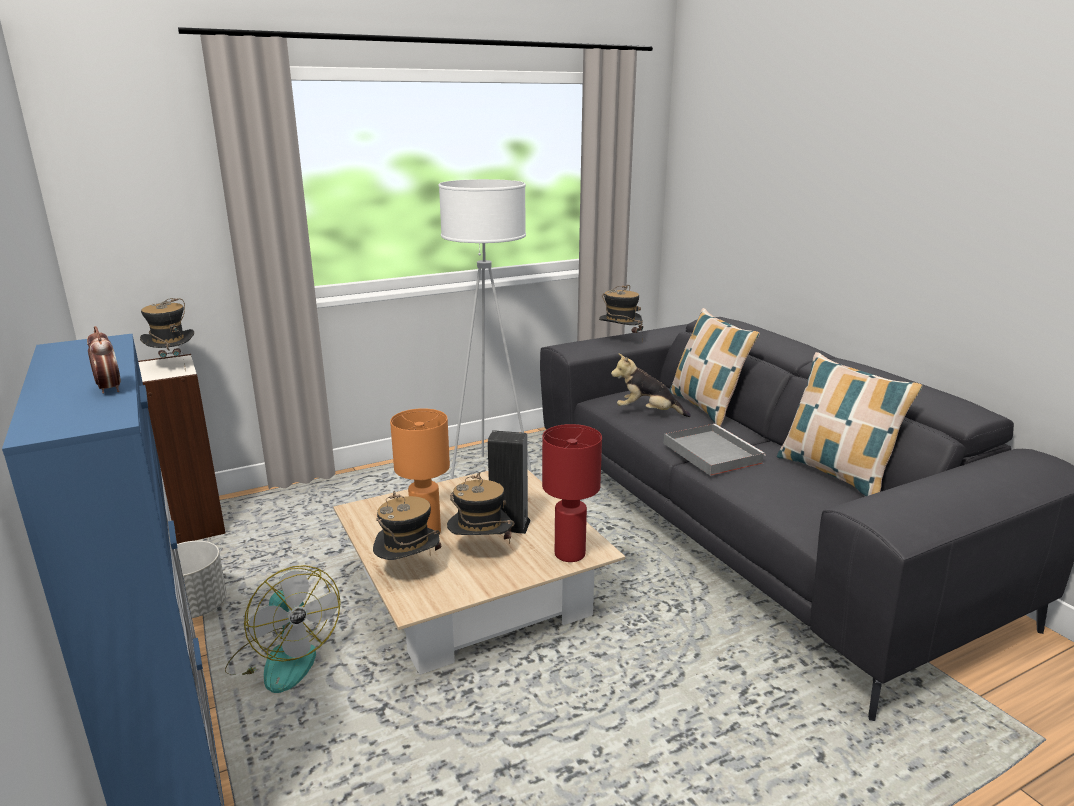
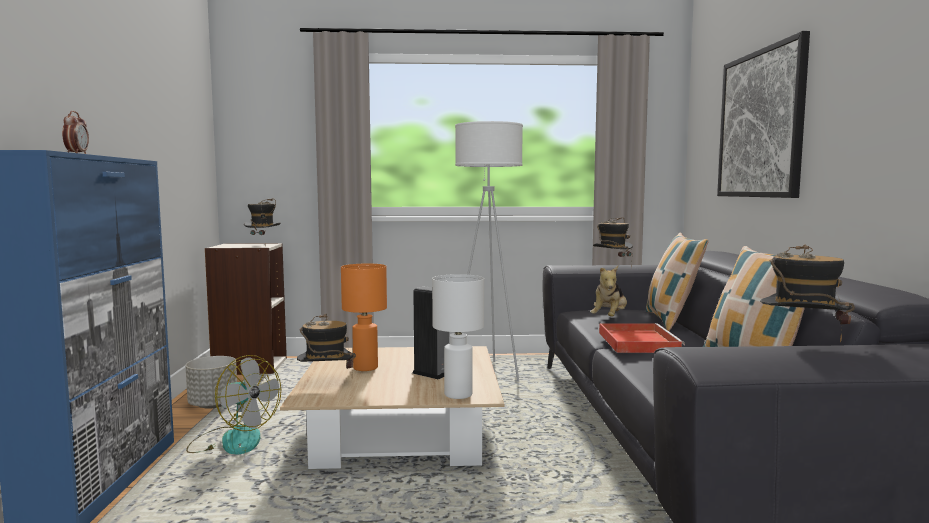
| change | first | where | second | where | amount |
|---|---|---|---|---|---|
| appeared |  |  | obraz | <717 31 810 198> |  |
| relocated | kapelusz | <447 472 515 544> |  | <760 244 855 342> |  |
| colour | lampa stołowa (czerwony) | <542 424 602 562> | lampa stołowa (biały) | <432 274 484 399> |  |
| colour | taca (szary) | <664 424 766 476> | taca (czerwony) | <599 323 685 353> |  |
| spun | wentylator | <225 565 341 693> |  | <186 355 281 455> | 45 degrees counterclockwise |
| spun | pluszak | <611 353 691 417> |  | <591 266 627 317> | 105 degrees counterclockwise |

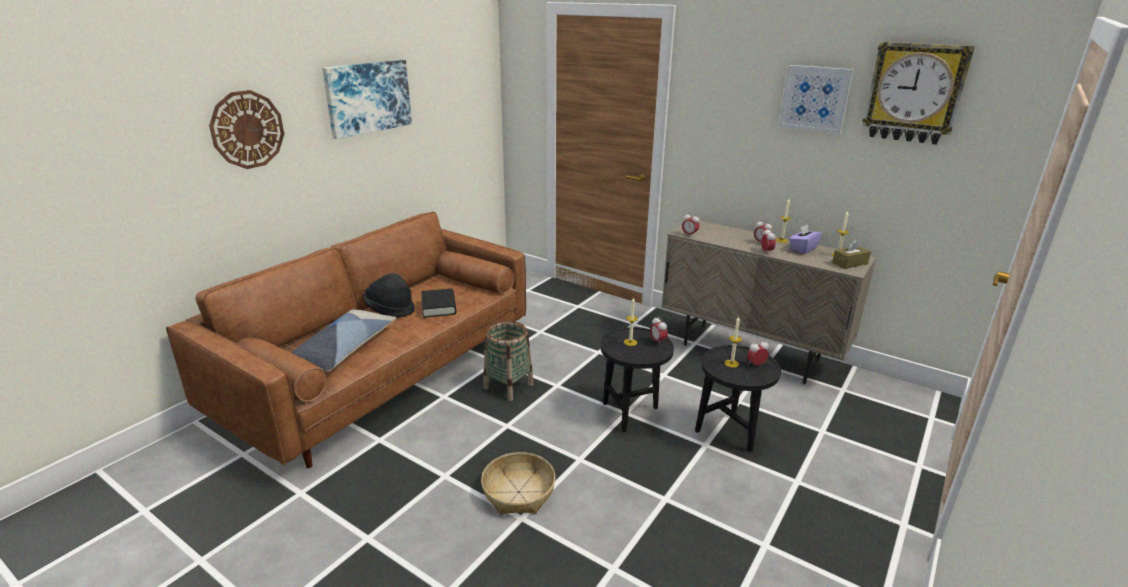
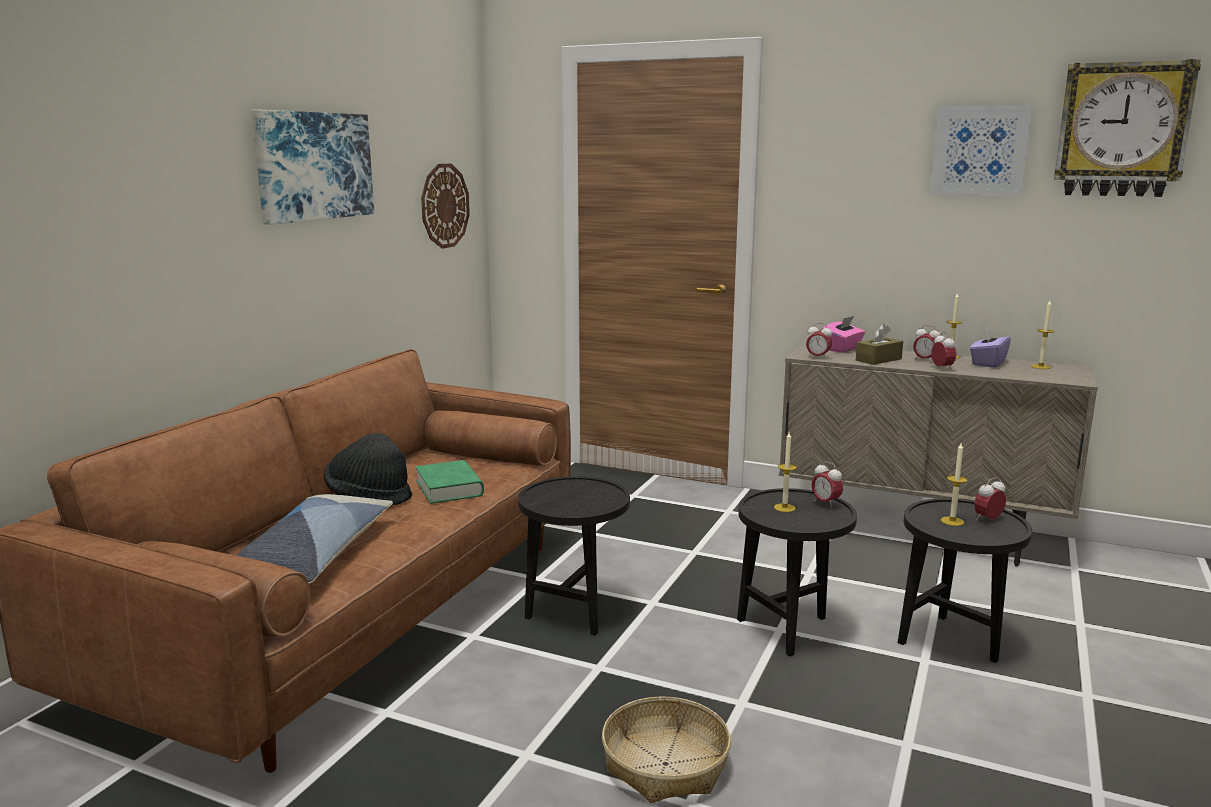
| change | first | where | second | where | amount |
|---|---|---|---|---|---|
| appeared |  |  | pudełko chusteczek (różowy) | <822 316 865 353> |  |
| relocated | zegar ścienny | <209 90 284 169> |  | <421 164 470 249> |  |
| relocated | pudełko chusteczek (brązowy) | <832 239 871 269> |  | <856 324 903 365> |  |
| exchanged | koszyk | <483 321 534 401> | stolik (czarny) | <518 476 630 636> |  |
| colour | książka (czarny) | <421 289 456 318> | książka (zielony) | <415 460 484 504> |  |

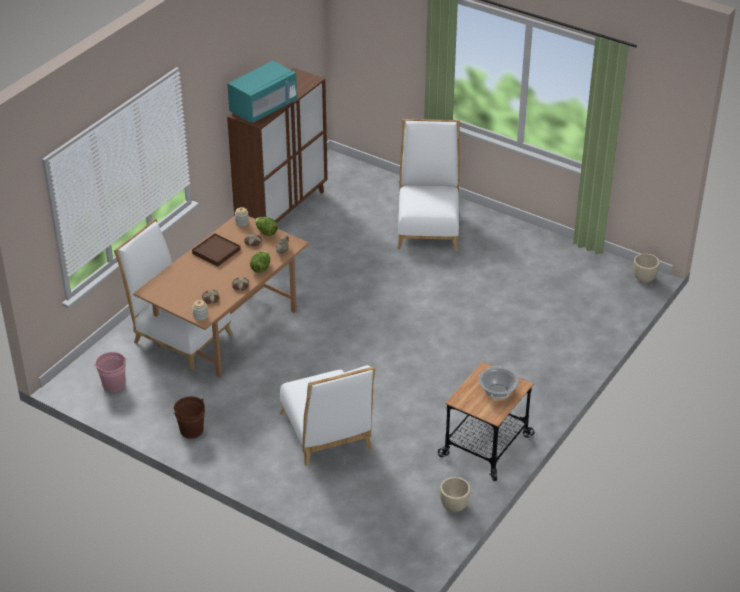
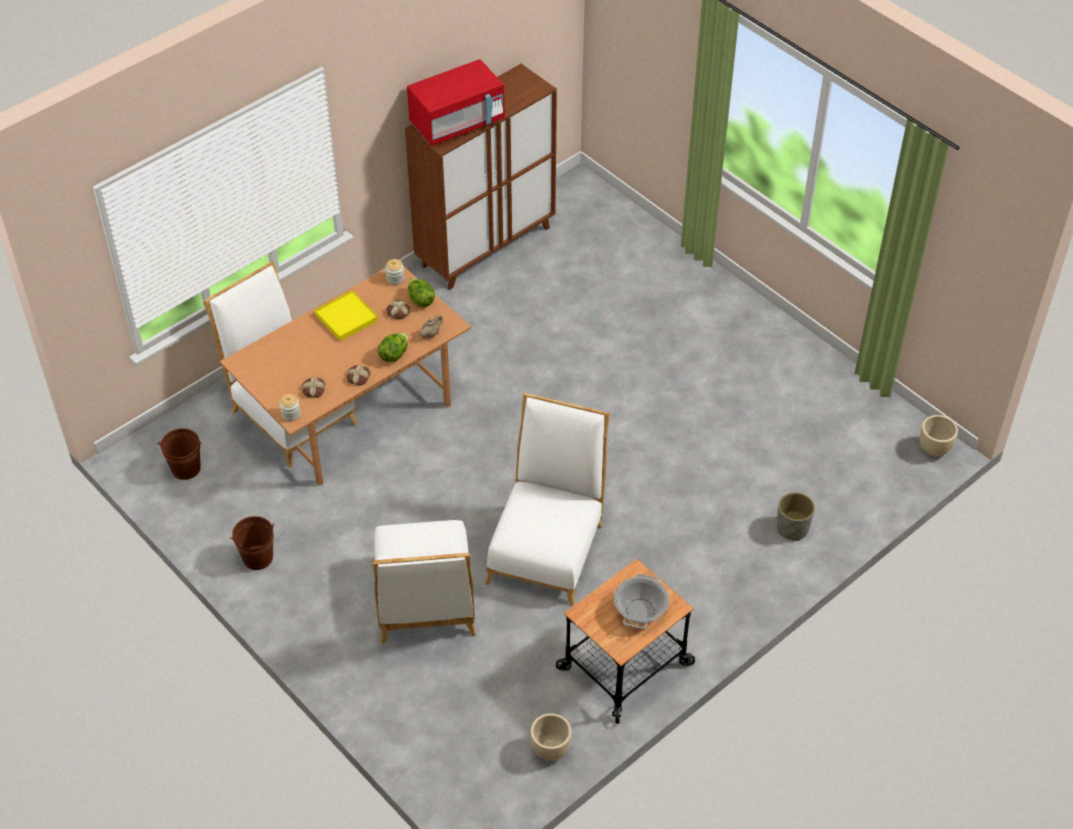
| change | first | where | second | where | amount |
|---|---|---|---|---|---|
| appeared |  |  | donica (szary) | <777 492 815 541> |  |
| relocated | krzesło (biały) | <398 119 460 251> |  | <485 393 610 606> |  |
| colour | wiadro (różowy) | <94 352 128 392> | wiadro (brązowy) | <157 428 202 480> |  |
| colour | taca (brązowy) | <192 233 241 266> | taca (żółty) | <314 290 378 341> |  |
| colour | mikrofalówka (turkusowy) | <227 61 297 123> | mikrofalówka (czerwony) | <407 59 505 146> |  |

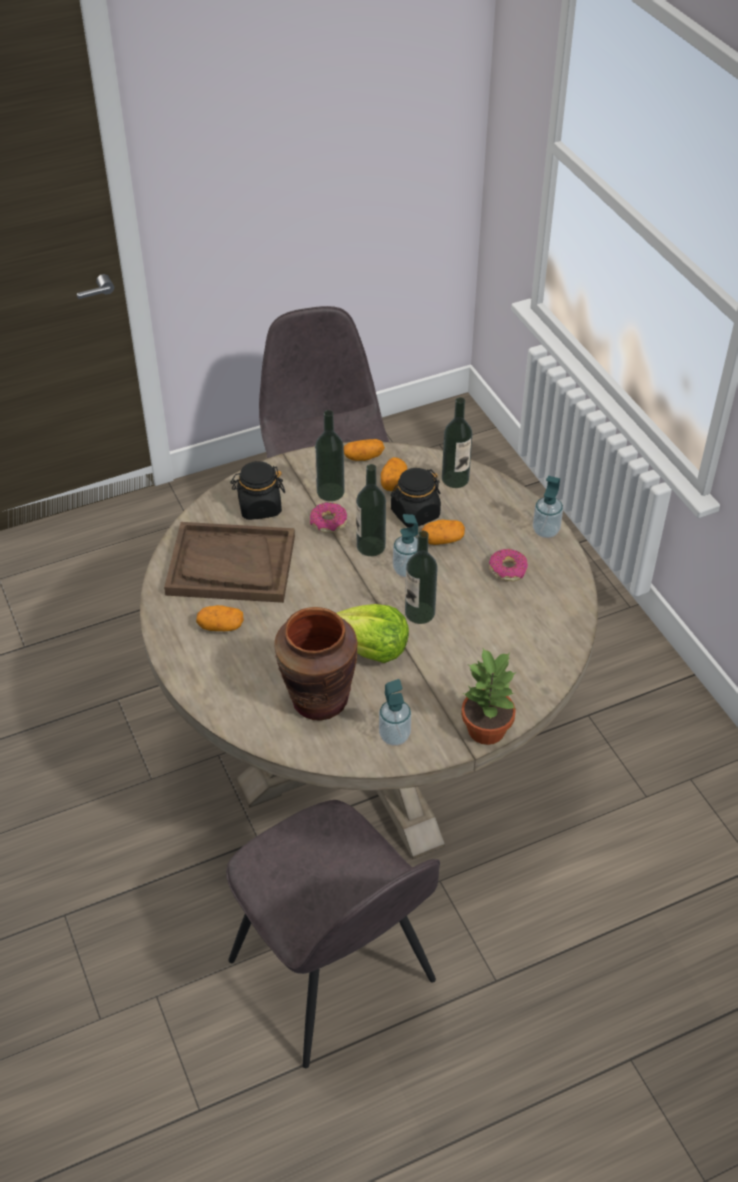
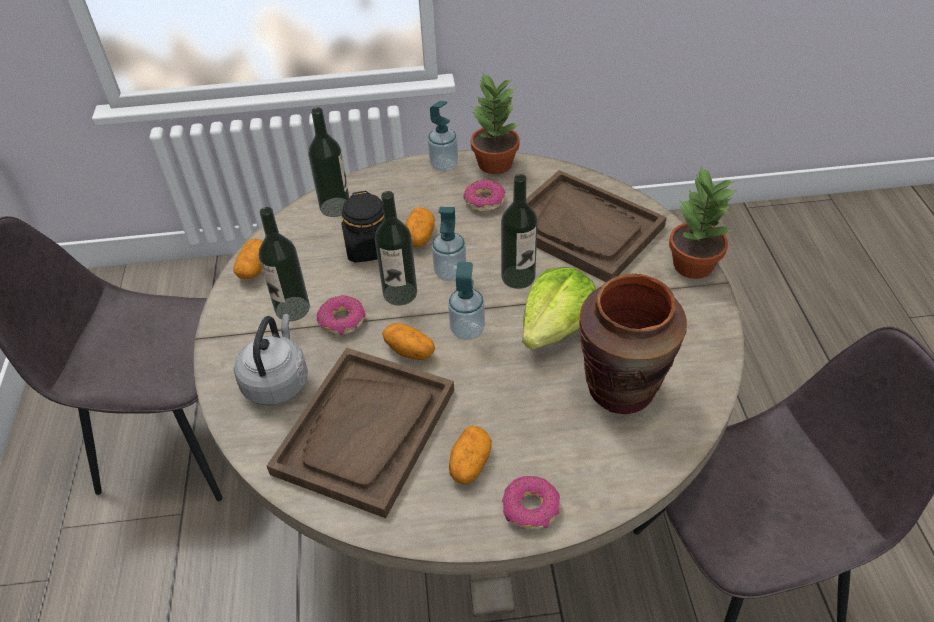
| change | first | where | second | where | amount |
|---|---|---|---|---|---|
| appeared |  |  | roślina doniczkowa | <471 73 520 174> |  |
| appeared |  |  | donut | <502 476 560 530> |  |
| appeared |  |  | taca (brązowy) | <526 170 667 282> |  |
| relocated | dozownik mydła | <379 679 411 745> |  | <448 262 485 340> |  |
| relocated | ziemniak | <381 457 407 491> |  | <382 323 435 360> |  |
| exchanged | słoik (czarny) | <230 461 285 520> | czajnik (szary) | <234 314 308 406> |  |

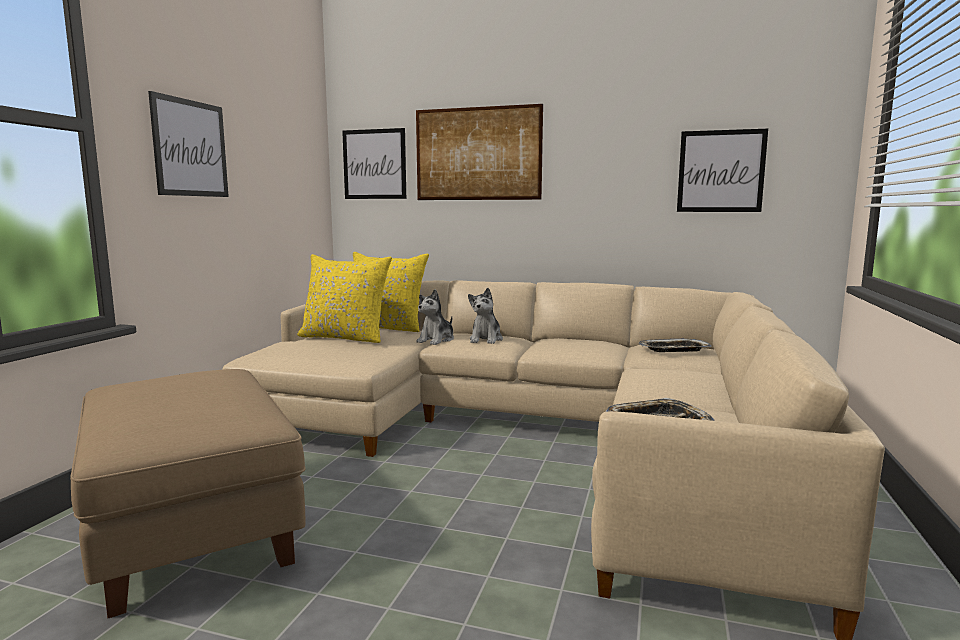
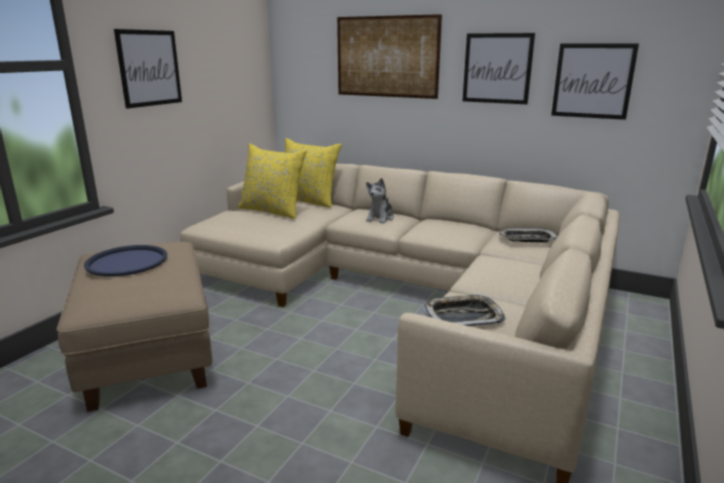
| change | first | where | second | where | amount |
|---|---|---|---|---|---|
| missing | pluszak | <416 289 454 345> |  |  |  |
| appeared |  |  | taca (niebieski) | <84 245 167 277> |  |
| relocated | obraz | <342 128 406 199> |  | <463 33 535 104> |  |

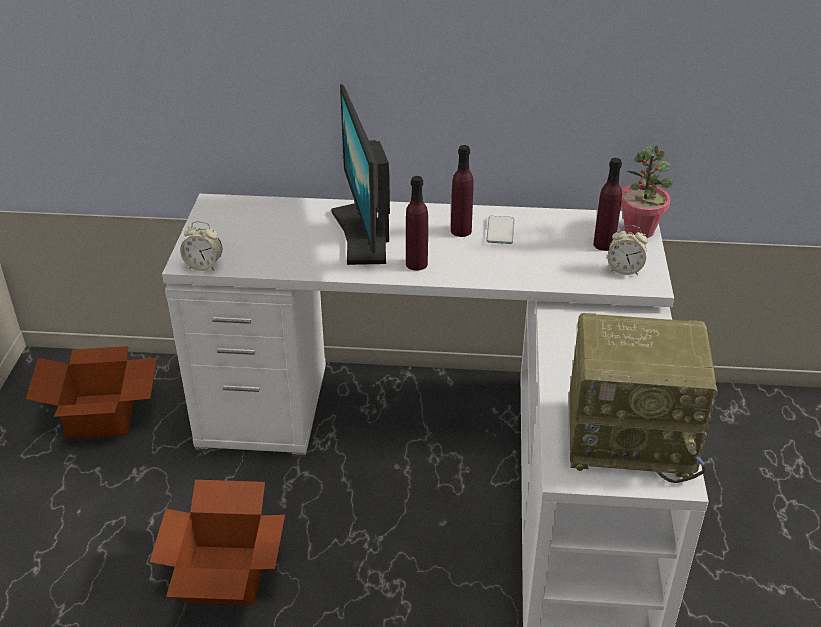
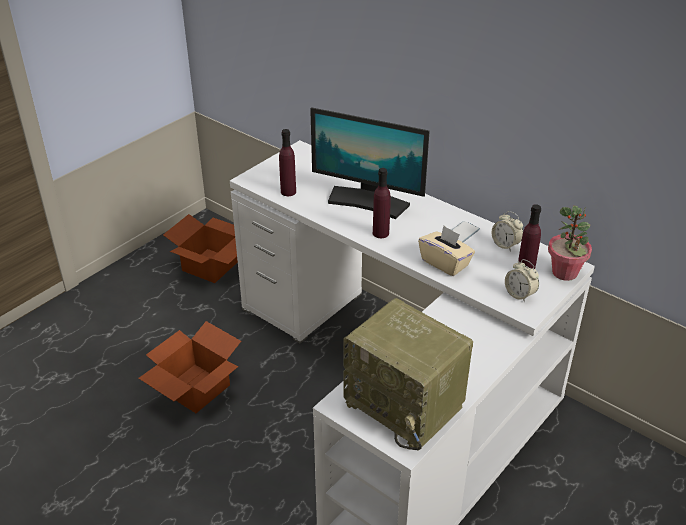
| change | first | where | second | where | amount |
|---|---|---|---|---|---|
| appeared |  |  | pudełko chusteczek (beżowy) | <418 226 475 276> |  |
| relocated | budzik | <180 221 222 271> |  | <492 211 523 252> |  |
| relocated | butelka (fioletowy) | <451 145 474 237> |  | <279 129 296 196> |  |
| spun | monitor | <331 84 390 265> |  | <310 107 430 219> | 90 degrees counterclockwise |

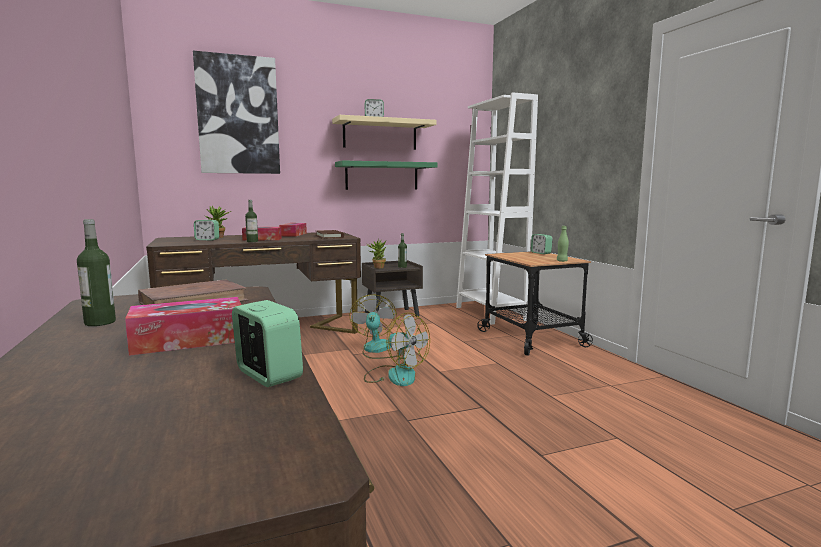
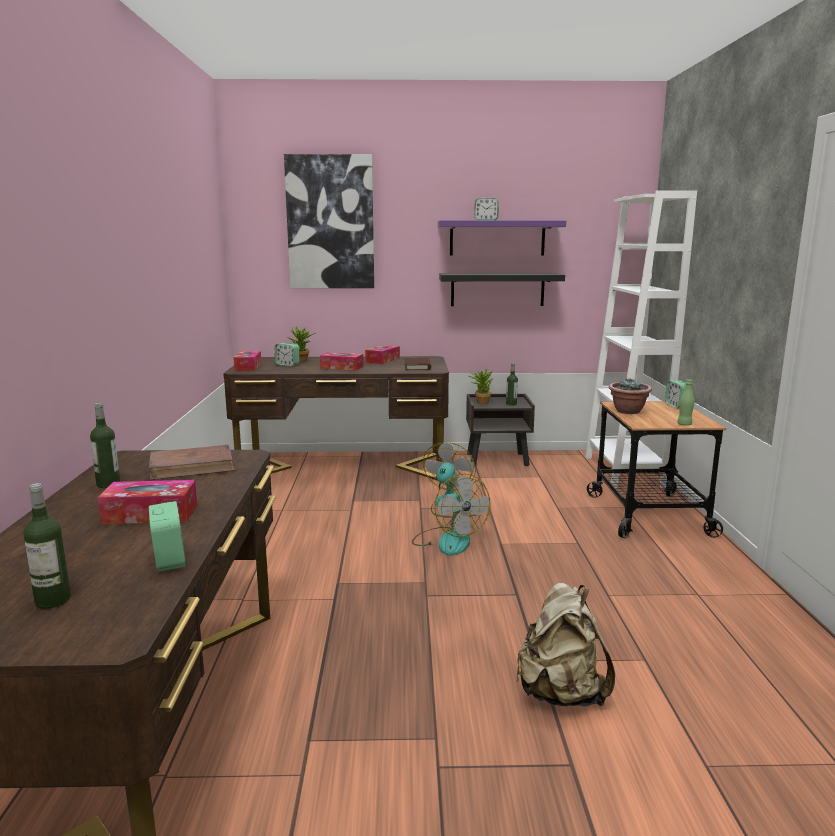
| change | first | where | second | where | amount |
|---|---|---|---|---|---|
| appeared |  |  | pudełko chusteczek | <233 351 262 371> |  |
| appeared |  |  | plecak (beżowy) | <516 583 615 706> |  |
| appeared |  |  | roślina doniczkowa | <609 379 652 414> |  |
| relocated | butelka | <245 200 258 242> |  | <24 483 71 609> |  |
| colour | półka (beżowy) | <332 115 437 150> | półka (fioletowy) | <438 220 566 256> |  |
| colour | półka (zielony) | <335 160 438 190> | półka (czarny) | <439 273 565 306> |  |

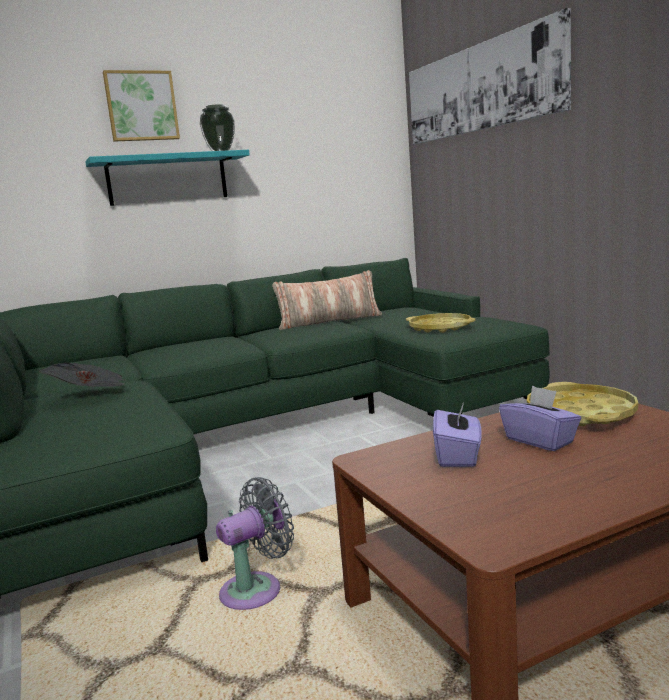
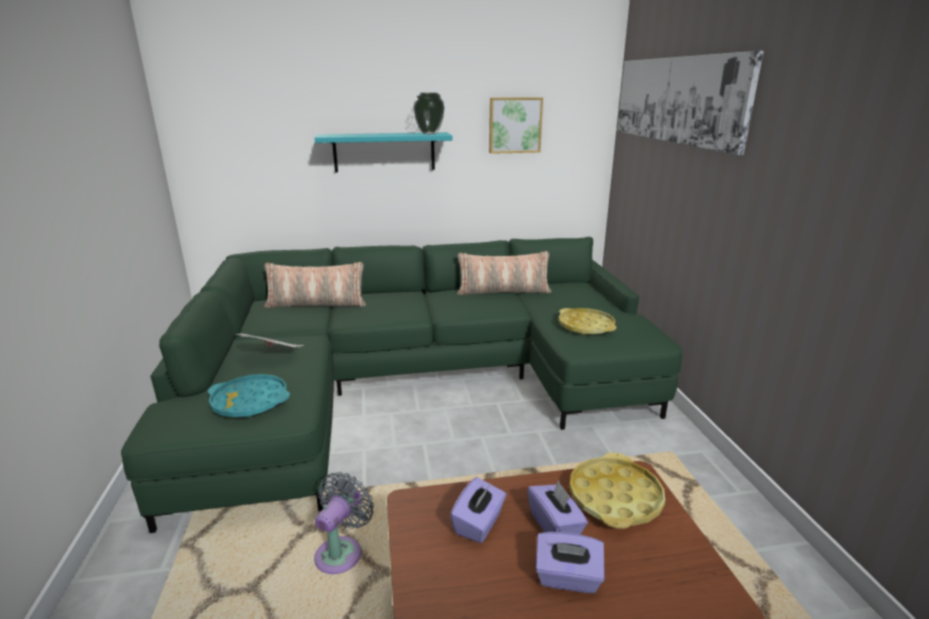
| change | first | where | second | where | amount |
|---|---|---|---|---|---|
| appeared |  |  | taca (turkusowy) | <208 374 290 417> |  |
| appeared |  |  | poduszka | <264 262 366 308> |  |
| appeared |  |  | pudełko chusteczek (fioletowy) | <536 532 605 593> |  |
| relocated | obraz | <103 70 180 142> |  | <489 97 543 154> |  |
| spun | wentylator (szary) | <216 477 294 610> |  | <314 472 374 574> | 45 degrees counterclockwise |

